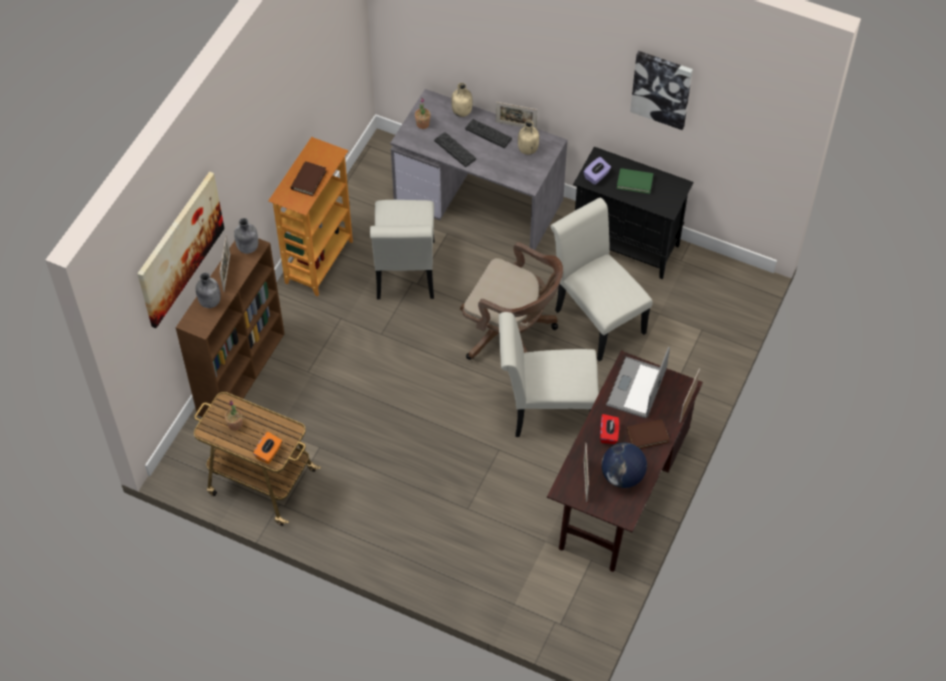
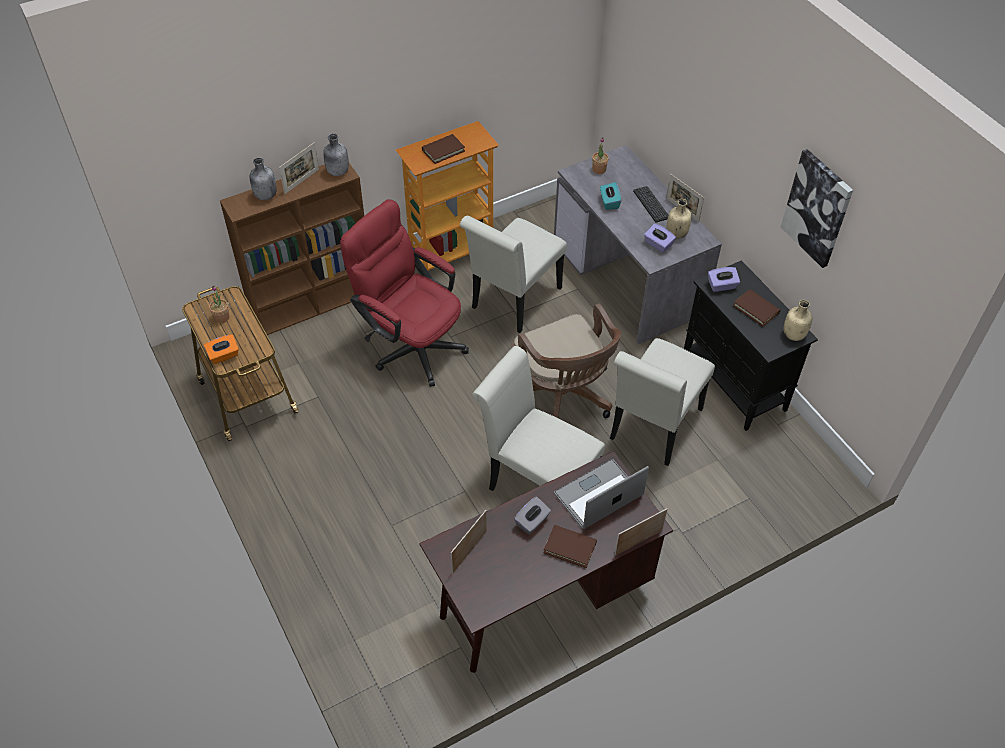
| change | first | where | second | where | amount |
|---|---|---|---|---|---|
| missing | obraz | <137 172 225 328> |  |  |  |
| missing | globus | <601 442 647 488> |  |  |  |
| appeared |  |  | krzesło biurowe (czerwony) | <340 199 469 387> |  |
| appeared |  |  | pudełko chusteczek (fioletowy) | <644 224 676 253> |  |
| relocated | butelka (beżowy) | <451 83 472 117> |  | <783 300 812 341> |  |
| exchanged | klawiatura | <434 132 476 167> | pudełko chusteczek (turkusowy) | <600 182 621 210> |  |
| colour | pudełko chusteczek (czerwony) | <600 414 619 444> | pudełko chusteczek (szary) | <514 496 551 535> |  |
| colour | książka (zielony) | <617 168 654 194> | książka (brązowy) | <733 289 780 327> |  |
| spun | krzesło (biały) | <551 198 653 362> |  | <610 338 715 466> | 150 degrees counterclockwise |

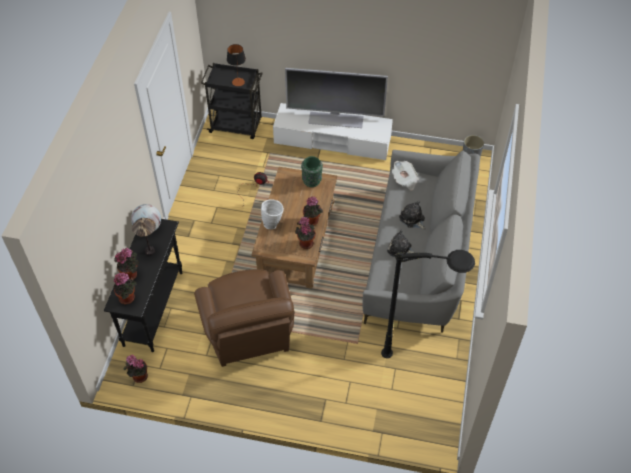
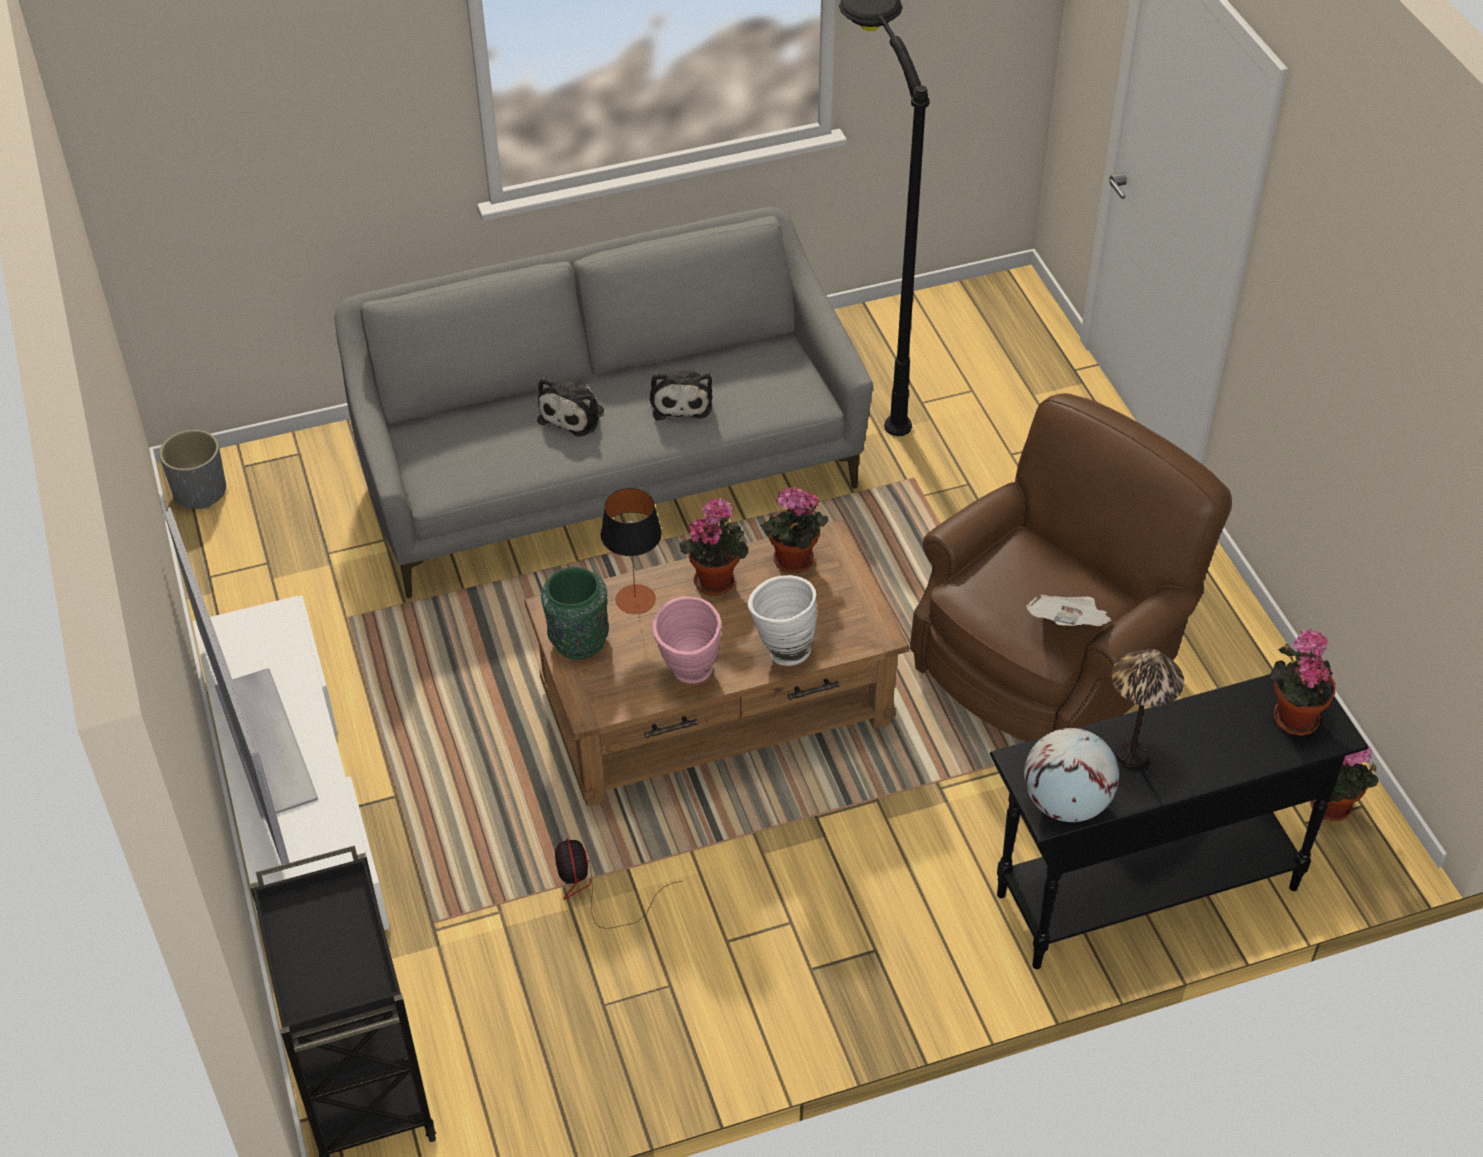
| change | first | where | second | where | amount |
|---|---|---|---|---|---|
| missing | roślina doniczkowa | <114 248 139 279> |  |  |  |
| appeared |  |  | wazon (różowy) | <652 596 721 683> |  |
| relocated | lampa stołowa | <227 44 246 86> |  | <601 488 662 614> |  |
| relocated | gazeta | <392 161 419 190> |  | <1026 595 1112 626> |  |

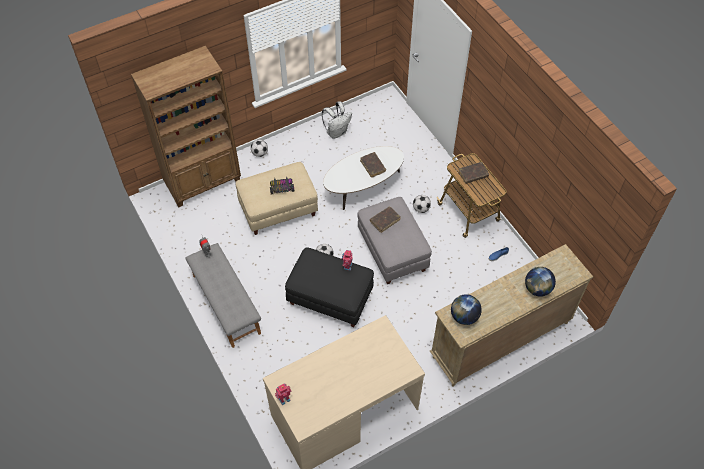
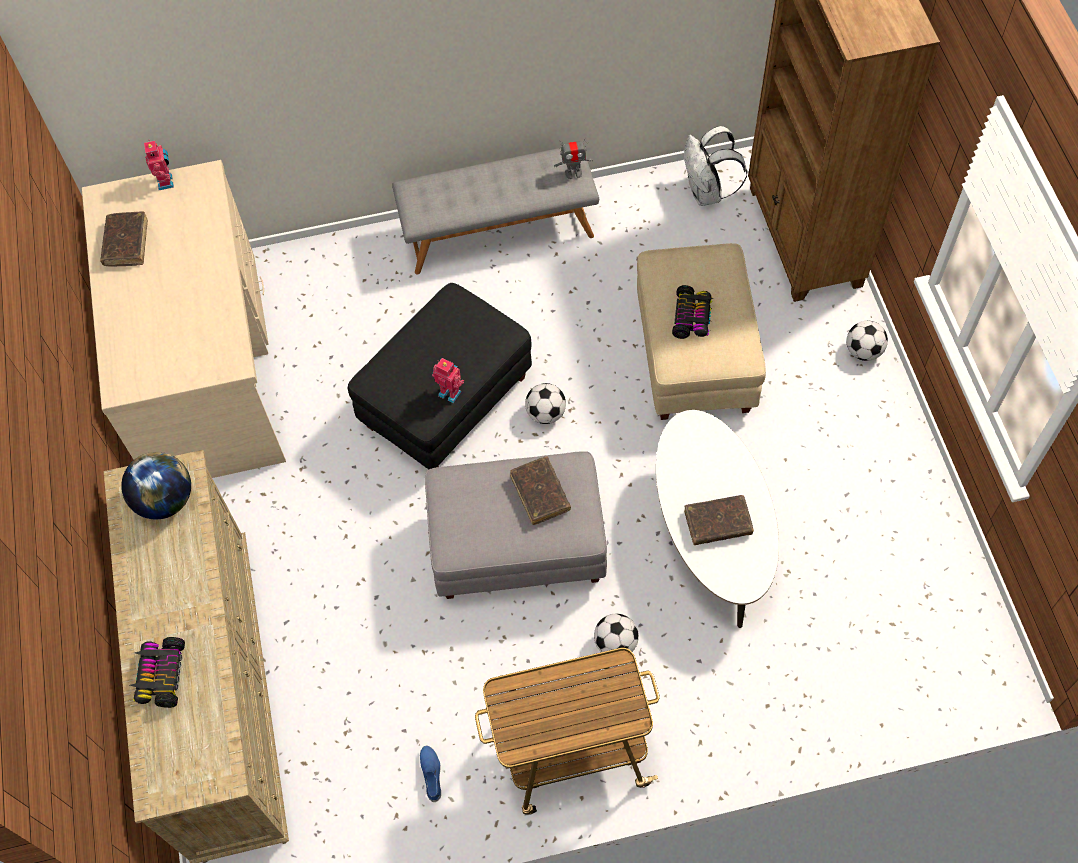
| change | first | where | second | where | amount |
|---|---|---|---|---|---|
| relocated | plecak (biały) | <322 101 352 139> |  | <684 126 747 206> |  |
| relocated | książka (brązowy) | <458 162 489 184> |  | <100 211 148 266> |  |
| exchanged | globus | <525 267 556 297> | samochodzik | <130 637 185 708> |  |

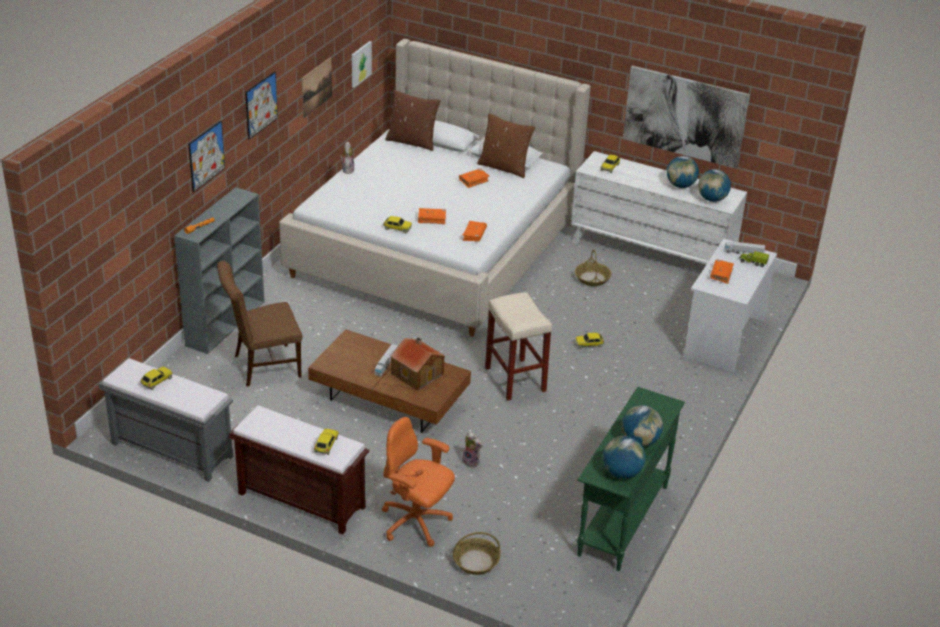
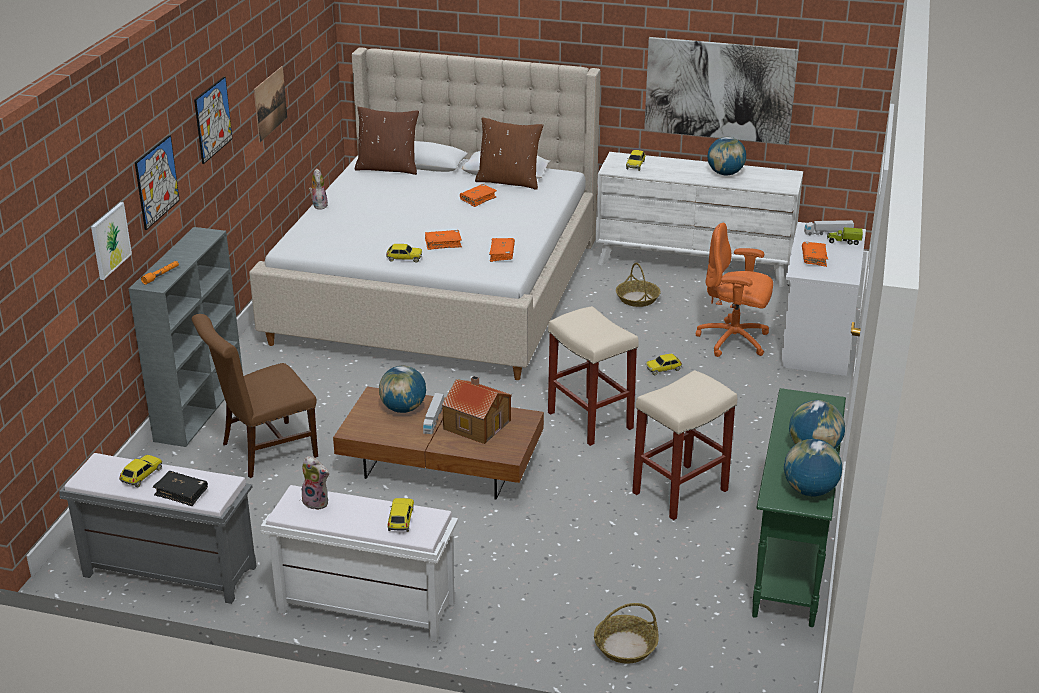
| change | first | where | second | where | amount |
|---|---|---|---|---|---|
| appeared |  |  | książka (czarny) | <153 471 208 506> |  |
| appeared |  |  | stołek (beżowy) | <632 370 737 520> |  |
| relocated | obraz | <352 41 372 88> |  | <91 202 132 280> |  |
| relocated | krzesło biurowe (pomarańczowy) | <382 417 455 547> |  | <696 223 773 357> |  |
| relocated | pluszak | <462 432 483 467> |  | <302 456 329 510> |  |
| relocated | globus | <698 169 731 202> |  | <379 366 426 413> |  |
| colour | ławka (brązowy) | <229 405 369 535> | ławka (biały) | <261 485 458 642> |  |

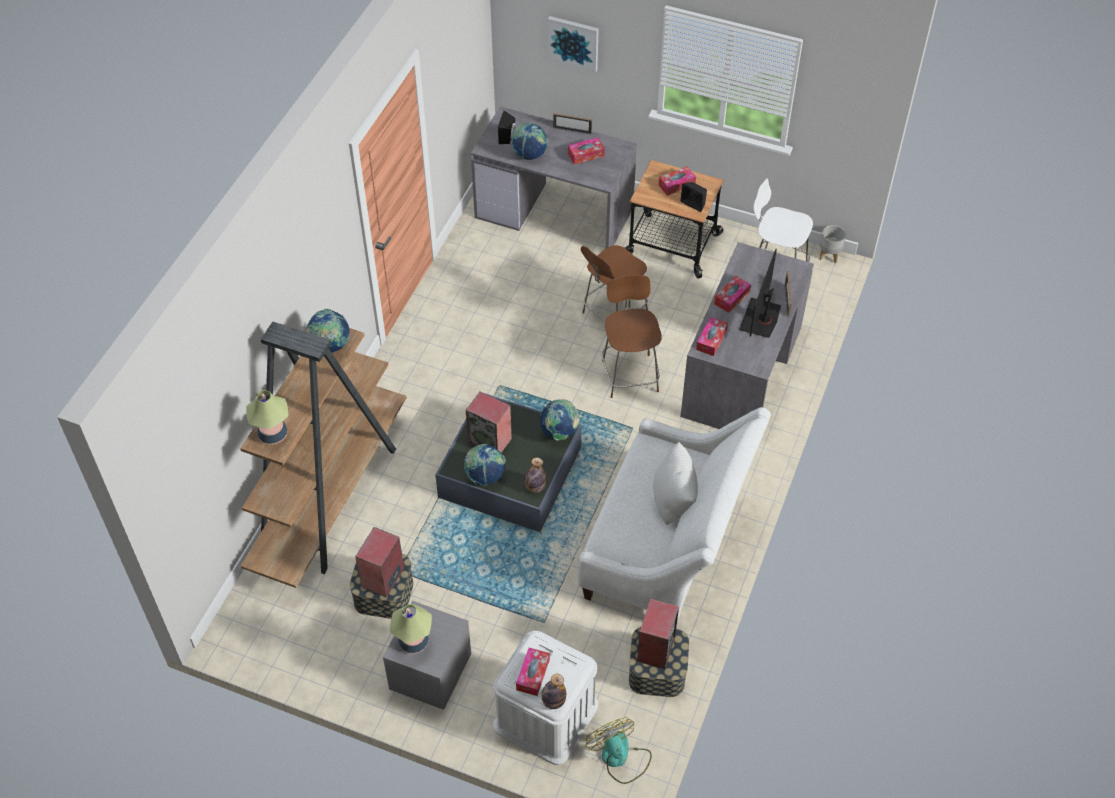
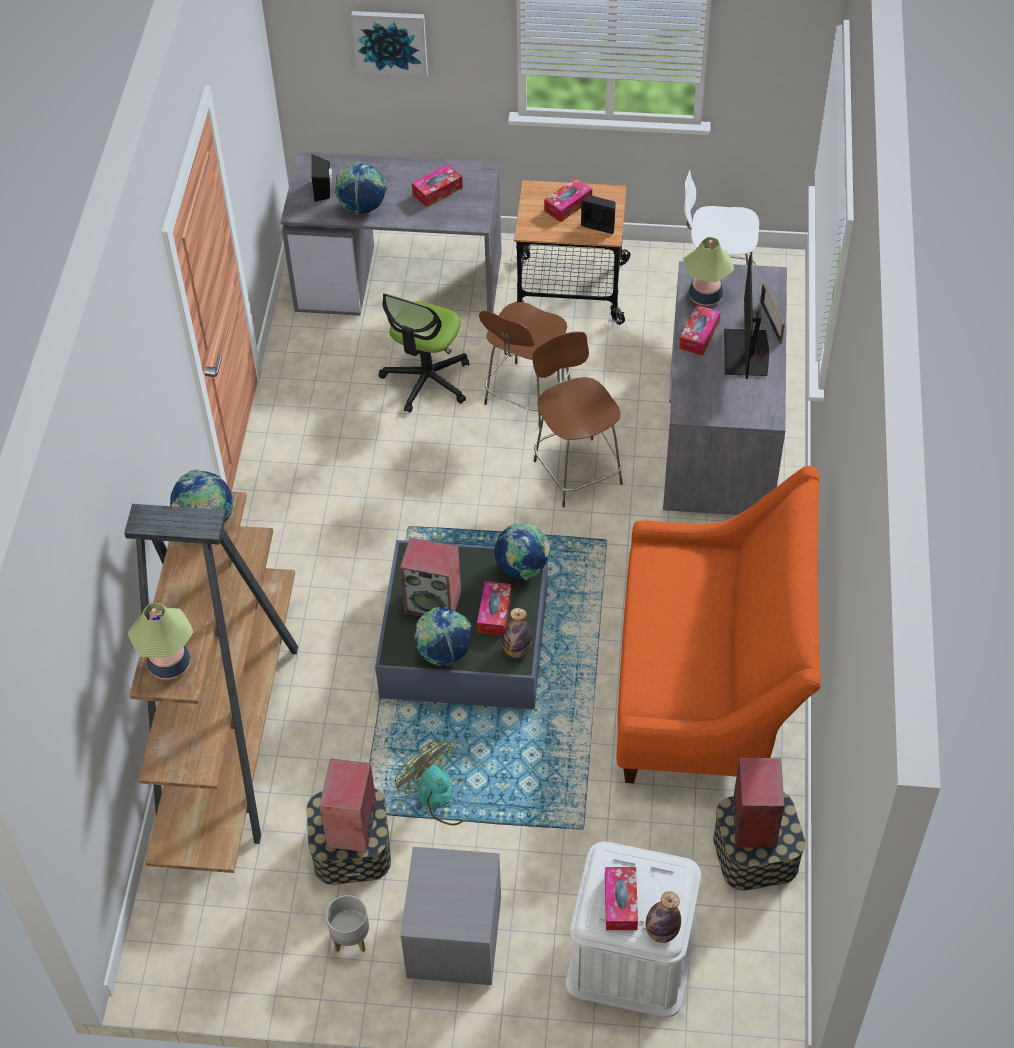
| change | first | where | second | where | amount |
|---|---|---|---|---|---|
| missing | ramka na zdjęcie | <553 113 592 134> |  |  |  |
| missing | poduszka (biały) | <653 442 698 525> |  |  |  |
| appeared |  |  | krzesło biurowe | <378 293 469 413> |  |
| relocated | lampa stołowa | <390 604 432 654> |  | <683 237 734 306> |  |
| relocated | wentylator | <586 717 652 784> |  | <395 739 471 825> |  |
| relocated | pudełko chusteczek | <696 317 728 356> |  | <477 581 512 635> |  |
| relocated | donica (szary) | <819 225 846 263> |  | <326 895 369 952> |  |
| colour | kanapa (biały) | <578 407 771 618> | kanapa (pomarańczowy) | <616 466 821 783> |  |

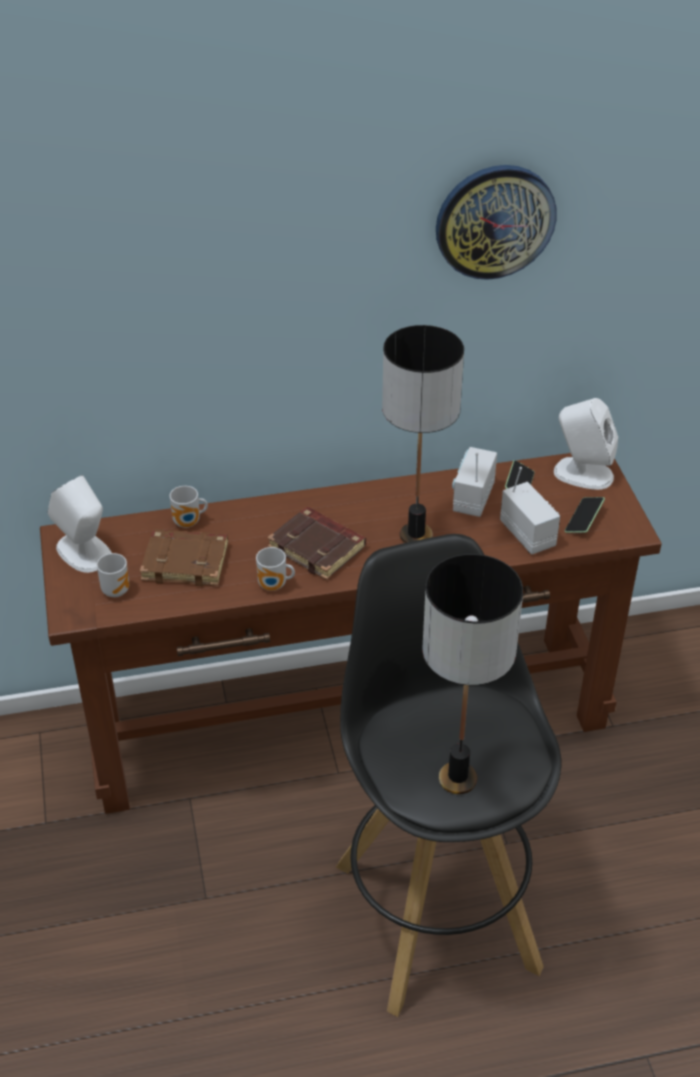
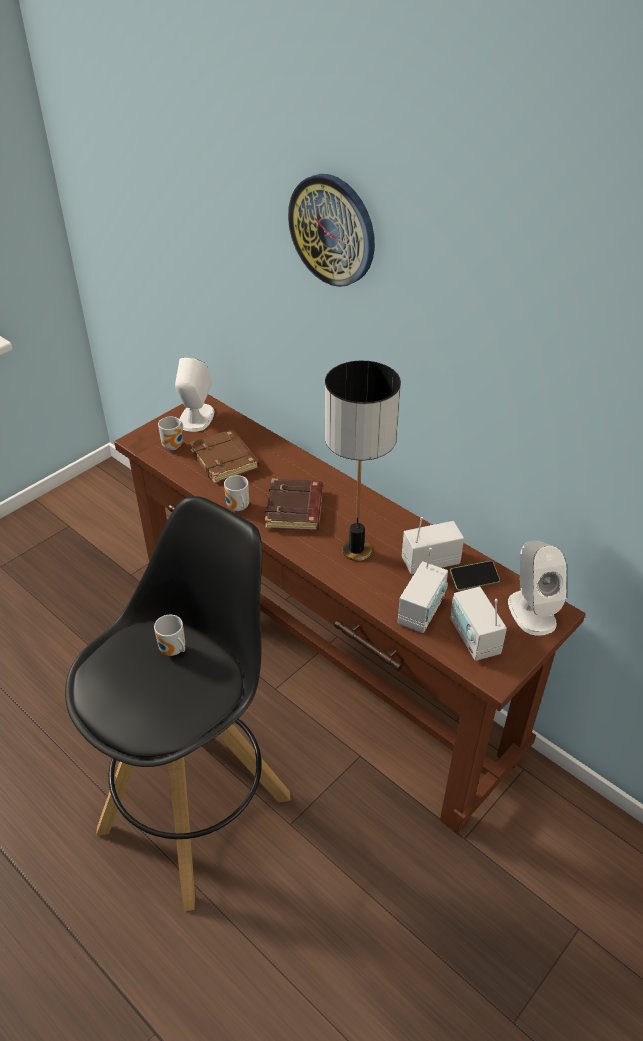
| change | first | where | second | where | amount |
|---|---|---|---|---|---|
| missing | lampa stołowa | <422 554 523 794> |  |  |  |
| relocated | kubek | <170 486 208 528> |  | <154 615 185 656> |  |
| relocated | zegar ścienny | <436 165 557 280> |  | <288 174 375 287> |  |
| exchanged | telefon | <565 497 605 533> | radio | <450 587 507 661> |  |

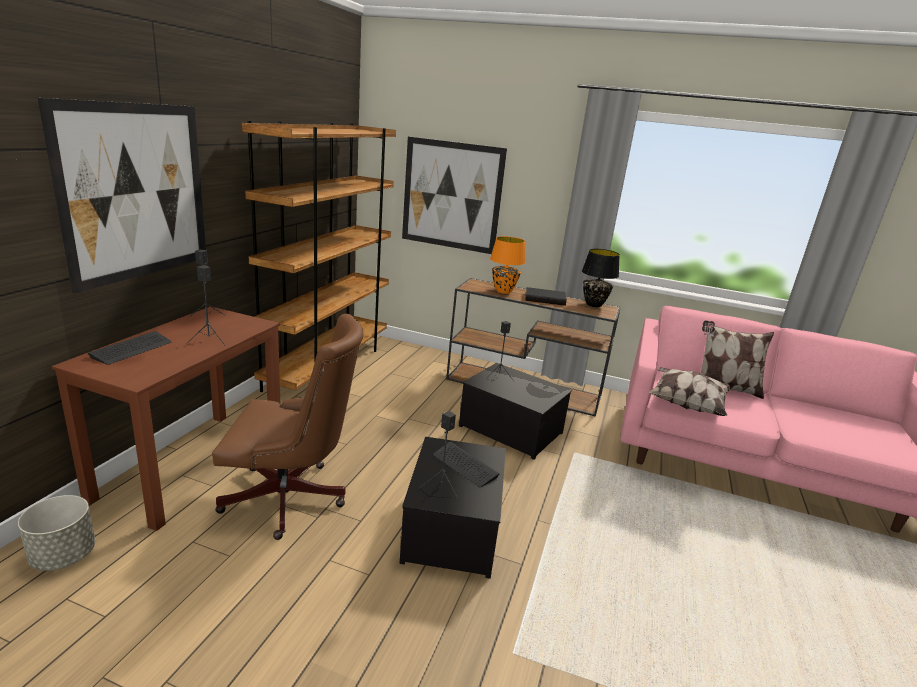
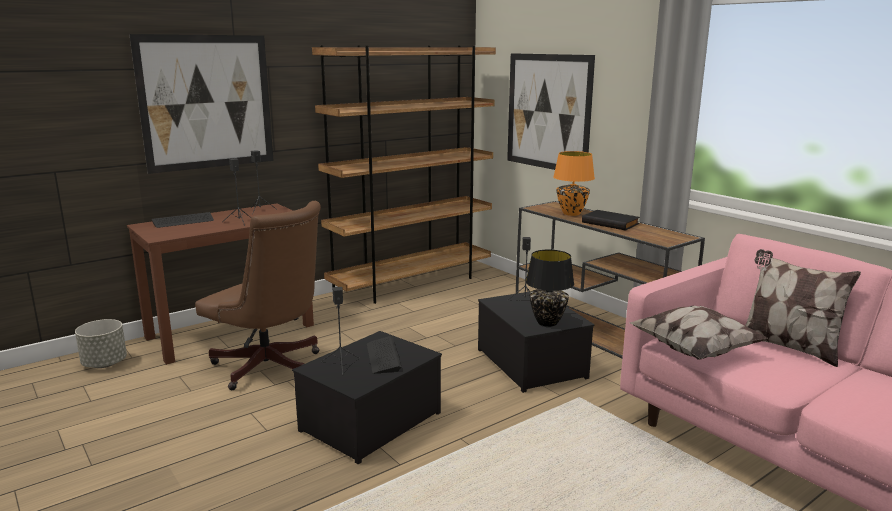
| change | first | where | second | where | amount |
|---|---|---|---|---|---|
| relocated | lampa stołowa (czarny) | <582 249 620 307> |  | <526 250 574 327> |  |

